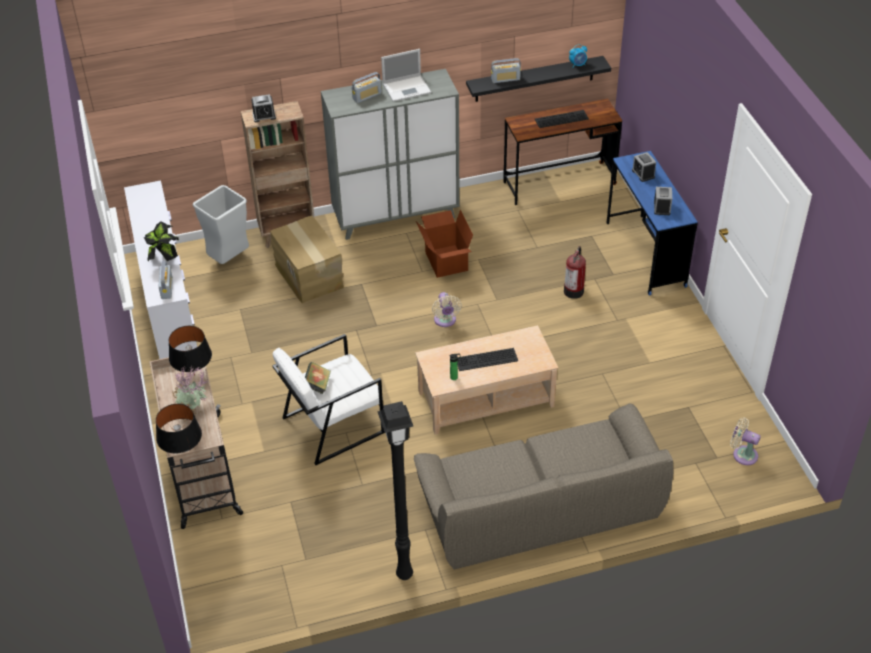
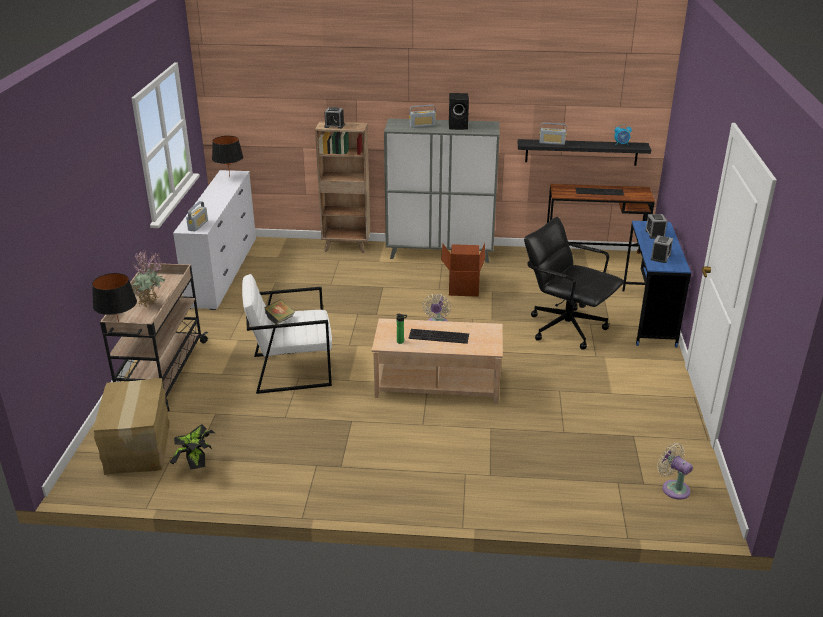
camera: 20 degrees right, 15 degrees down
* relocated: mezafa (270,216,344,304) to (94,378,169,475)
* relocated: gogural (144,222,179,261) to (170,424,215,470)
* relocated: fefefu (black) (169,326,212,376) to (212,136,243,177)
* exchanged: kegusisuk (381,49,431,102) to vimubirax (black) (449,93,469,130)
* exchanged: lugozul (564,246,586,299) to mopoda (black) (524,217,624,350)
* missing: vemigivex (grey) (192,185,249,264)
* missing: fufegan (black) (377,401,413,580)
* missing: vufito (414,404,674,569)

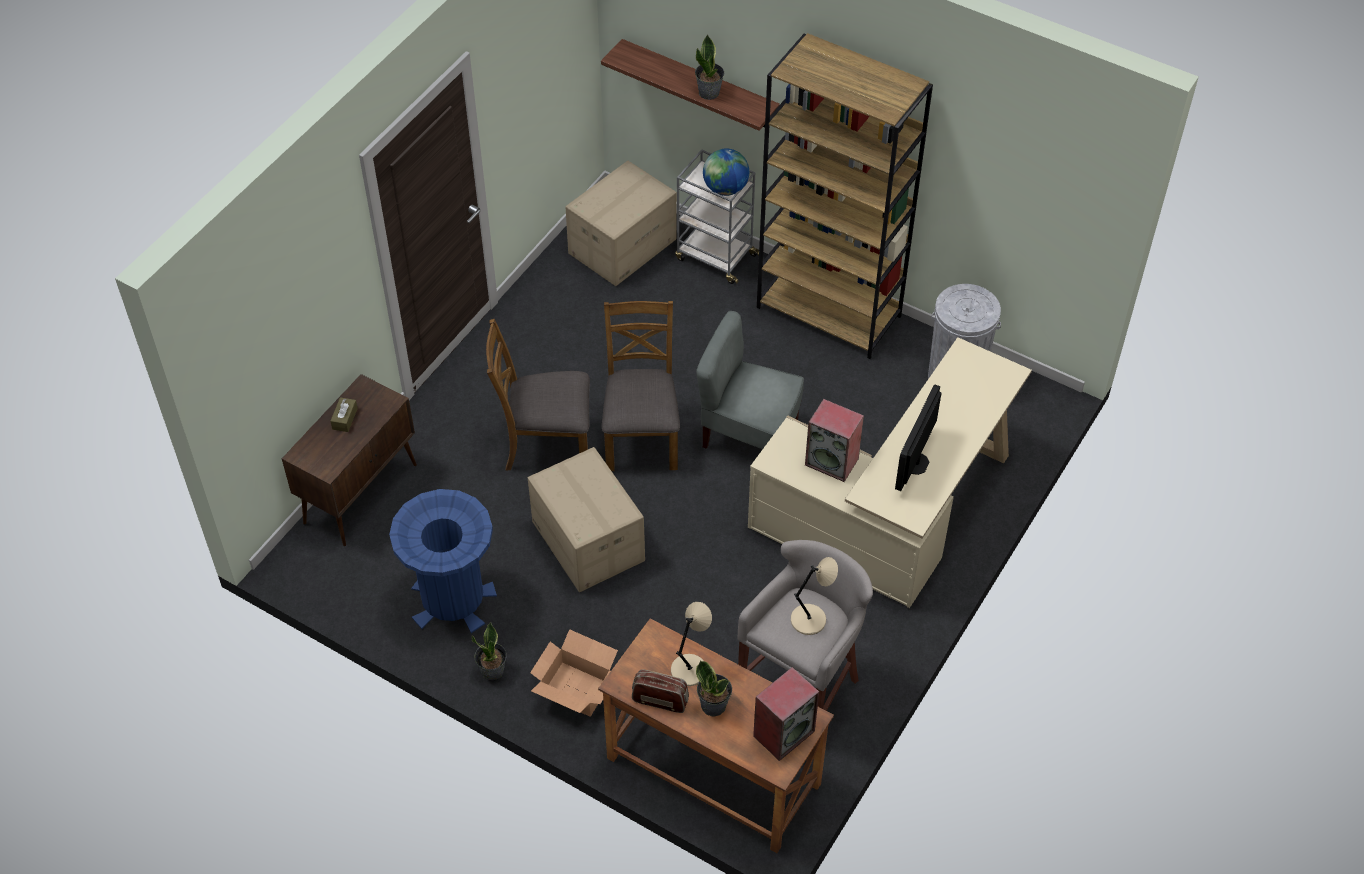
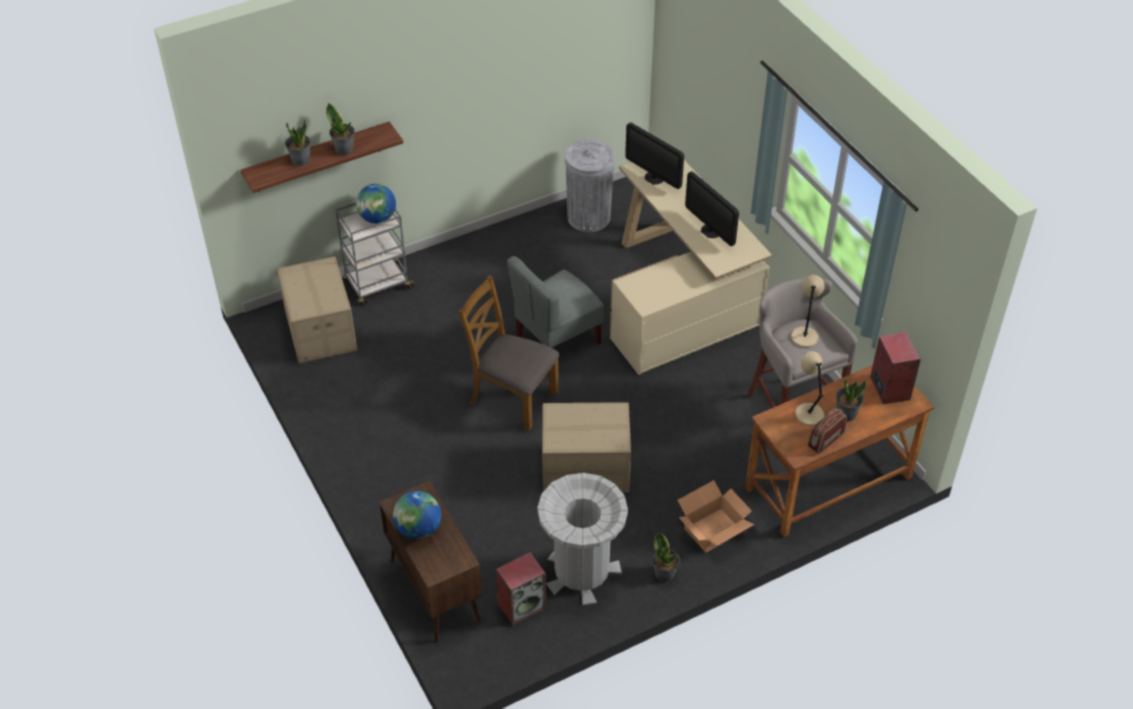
camera: 60 degrees left, 5 degrees down
* appeared: gogural (285,120,311,166)
* exchanged: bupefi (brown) (330,397,358,432) to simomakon (393,491,441,539)
* relocated: vimubirax (805,399,864,482) to (496,552,546,625)
* colour: vemigivex (blue) (389,489,497,633) to vemigivex (grey) (537,473,628,606)
* appeared: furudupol (625,122,684,189)
* missing: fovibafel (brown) (486,319,590,470)
* missing: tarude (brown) (757,33,933,359)

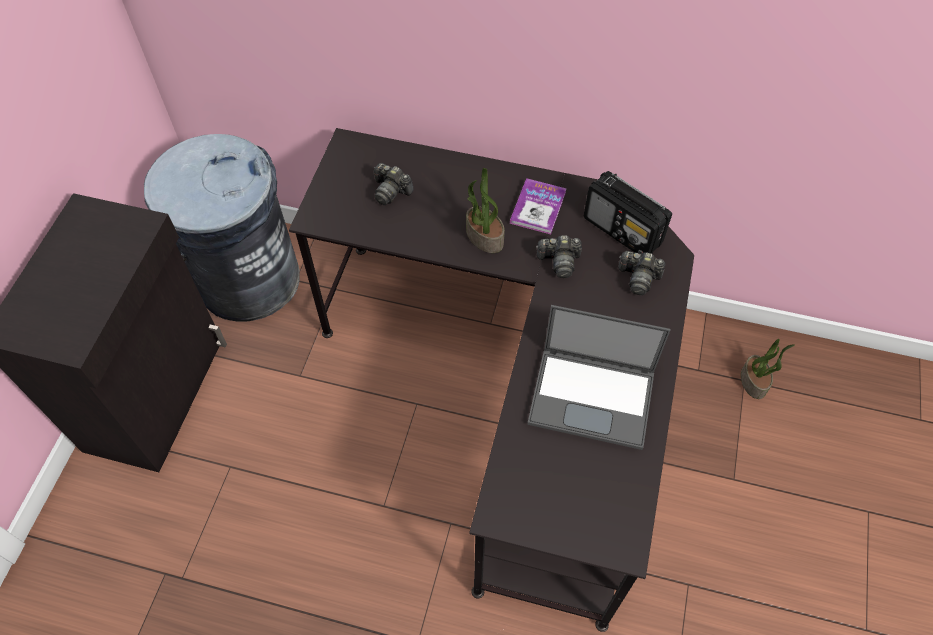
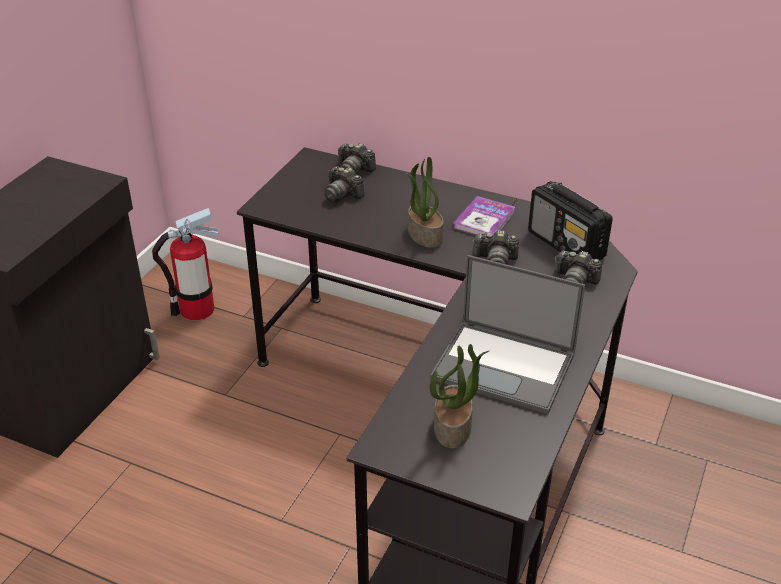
camera: 10 degrees right, 20 degrees down
* exchanged: vemigivex (grey) (144,134,300,322) to lugozul (152,208,219,320)
* appeared: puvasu (338,143,376,174)
* relocated: gogural (741,339,795,399) to (430,344,489,448)

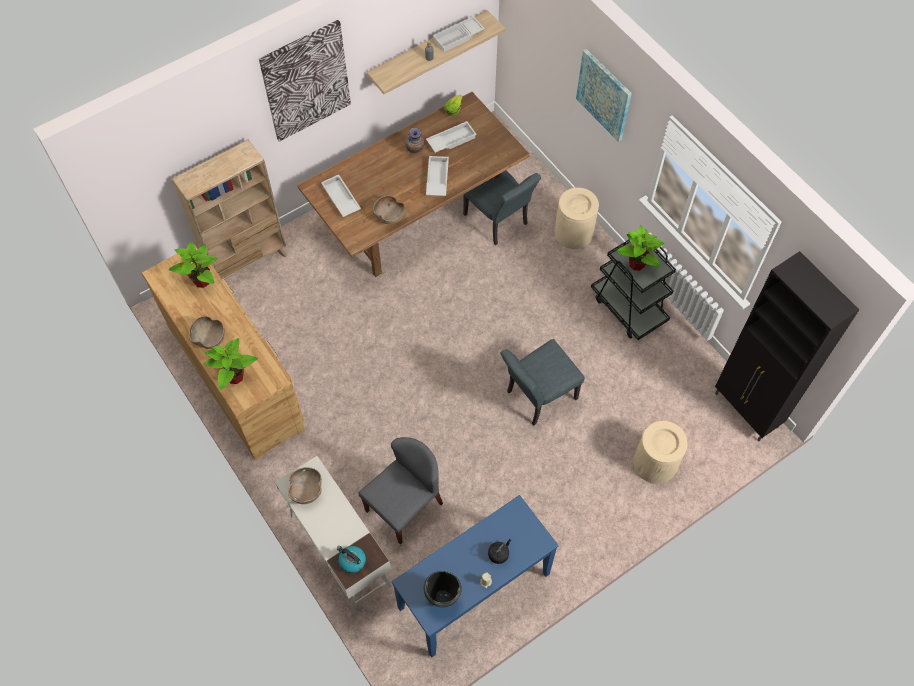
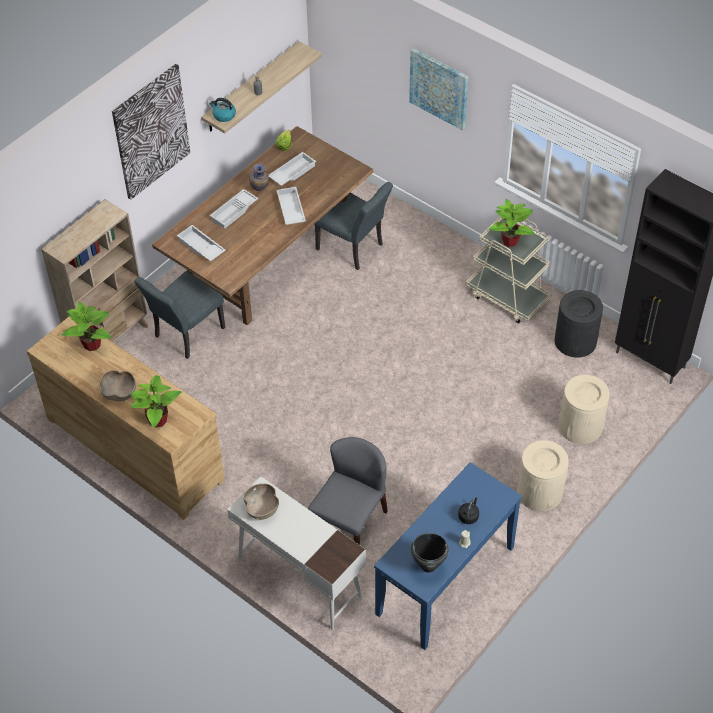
camera: 15 degrees left, 10 degrees down
* relocated: fovibafel (grey) (500,339,585,425) to (134,271,225,359)
* relocated: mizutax (337,546,366,573) to (209,98,236,122)
* relocated: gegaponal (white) (433,16,485,52) to (209,189,258,229)
* colour: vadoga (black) (591,240,676,340) to vadoga (beige) (466,217,552,323)
* relocated: vemigivex (beige) (555,188,599,249) to (517,440,569,511)
* appeared: vemigivex (black) (555,290,603,358)
* missing: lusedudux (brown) (373,196,405,224)

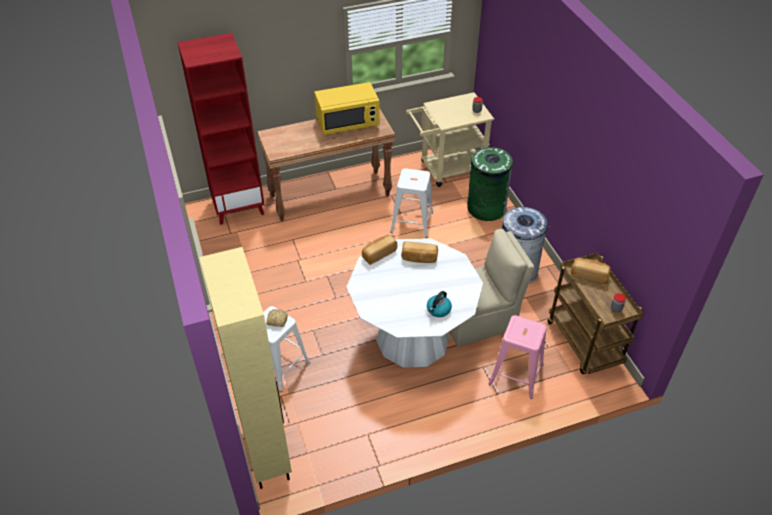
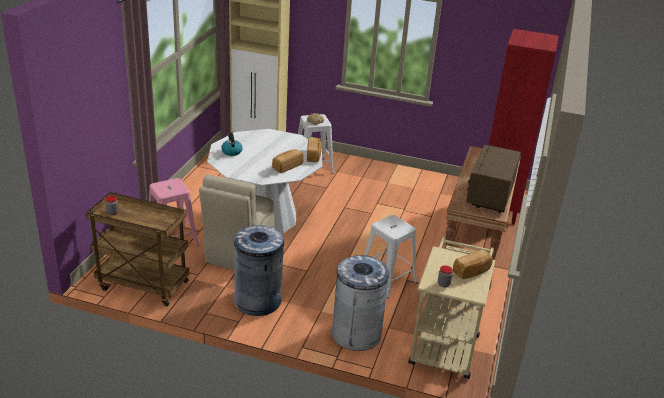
camera: 125 degrees right, 15 degrees down
* colour: vemigivex (green) (467,147,513,221) to vemigivex (grey) (332,255,391,351)
* relocated: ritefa (571,258,611,284) to (453,250,493,279)
* colour: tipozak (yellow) (314,82,380,135) to tipozak (brown) (466,145,521,213)

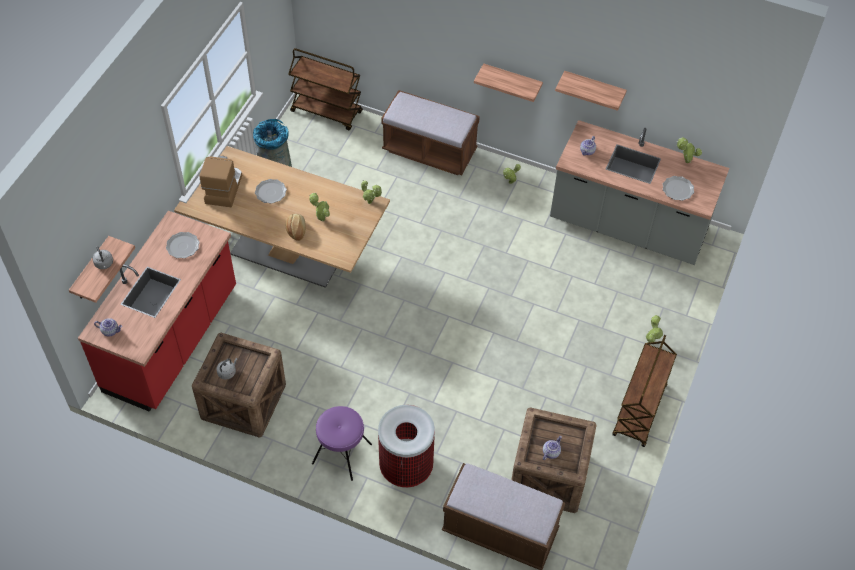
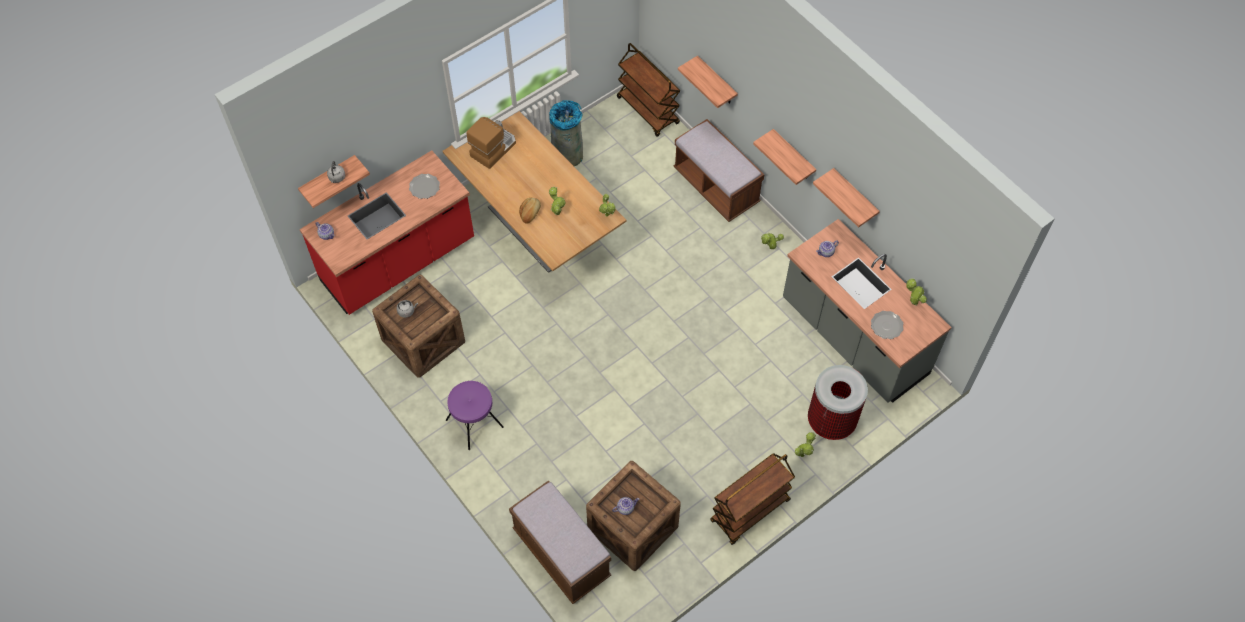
camera: 30 degrees right, 5 degrees up
* appeared: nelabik (678,56,738,108)
* relocated: vemigivex (378,405,435,488) to (808,365,868,440)
* missing: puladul (255,179,287,204)

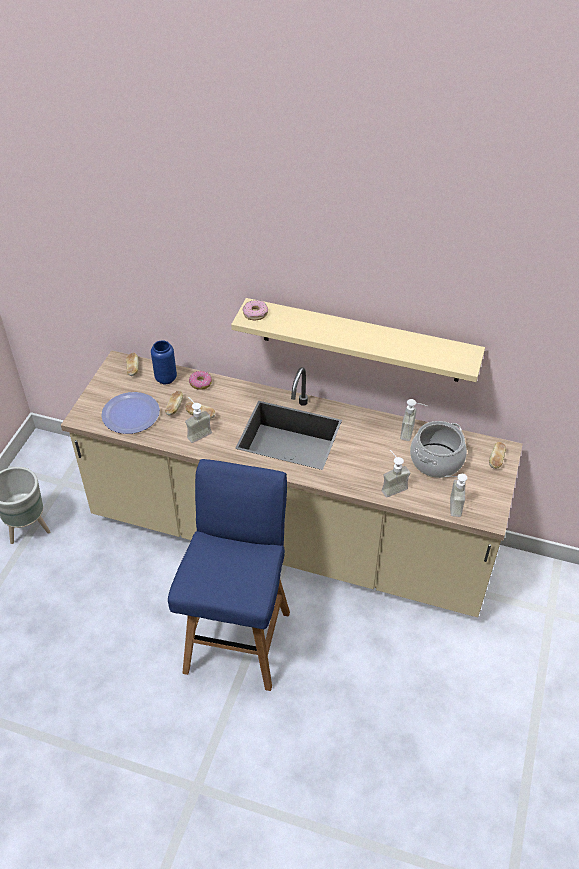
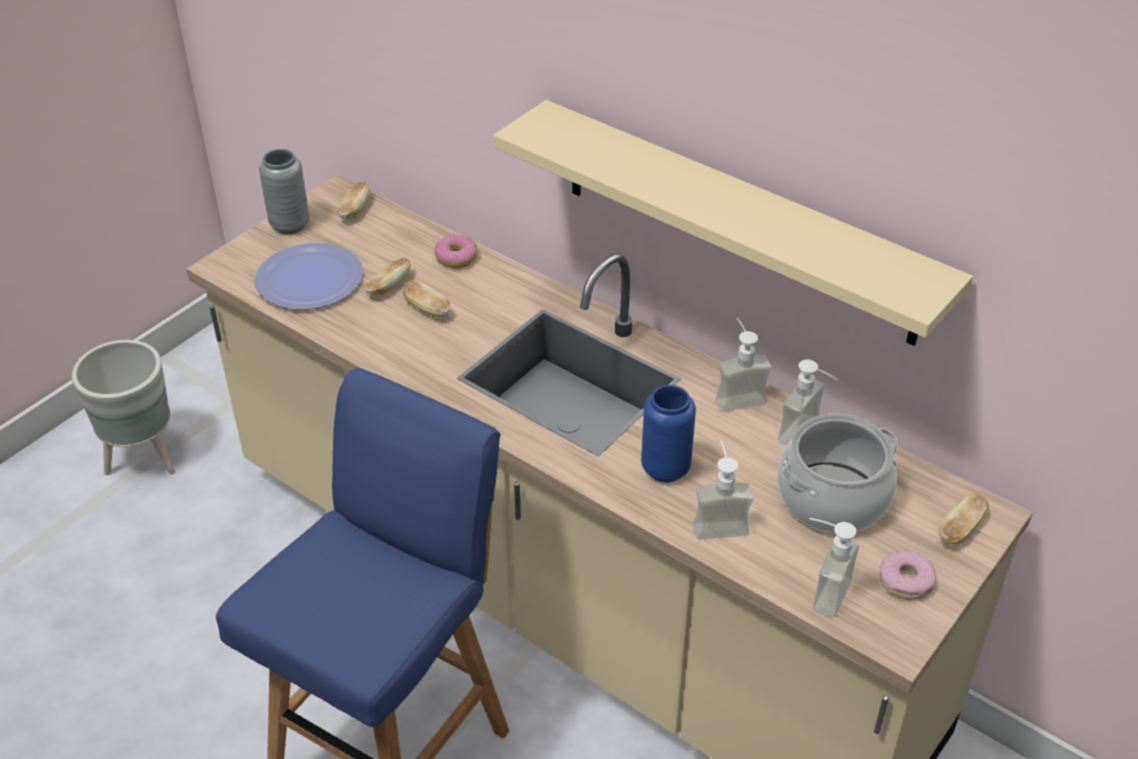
camera: 20 degrees right, 5 degrees down
* appeared: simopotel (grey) (259,149,309,234)
* relocated: simopotel (blue) (151,340,177,384) to (641,385,696,483)
* relocated: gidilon (185,397,212,443) to (716,318,771,412)
* relocated: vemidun (243,300,268,320) to (879,551,936,600)

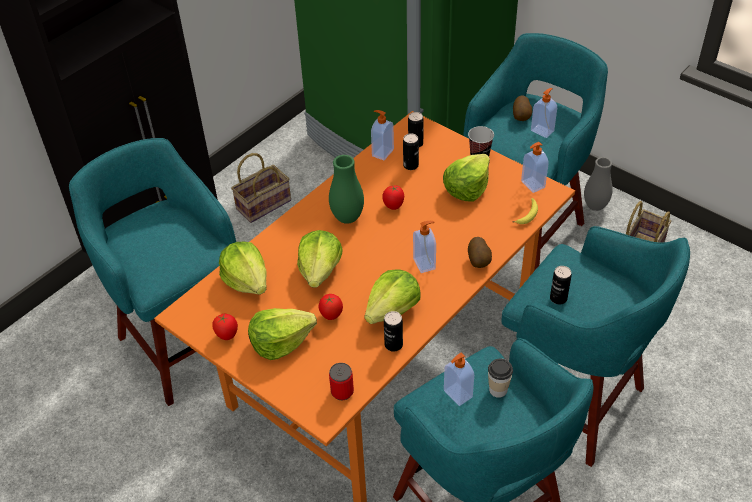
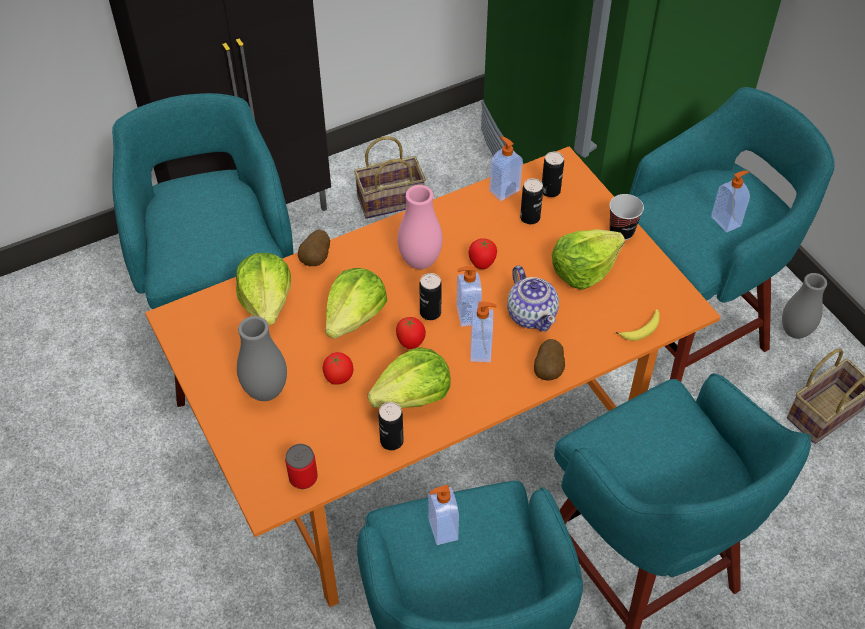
camera: 20 degrees right, 5 degrees up
* exchanged: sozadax (248,308,317,360) to simopotel (grey) (237,316,287,401)
* relocated: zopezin (513,96,532,121) to (298,230,330,266)
* relocated: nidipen (212,313,238,340) to (396,317,426,349)
* colour: simopotel (green) (329,155,364,224) to simopotel (pink) (398,185,443,269)
* relocated: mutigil (550,266,572,304) to (419,273,442,320)
* relocated: gidilon (521,142,549,193) to (457,265,482,327)
* appeared: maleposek (507,265,559,332)
* missing: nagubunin (488,358,513,398)

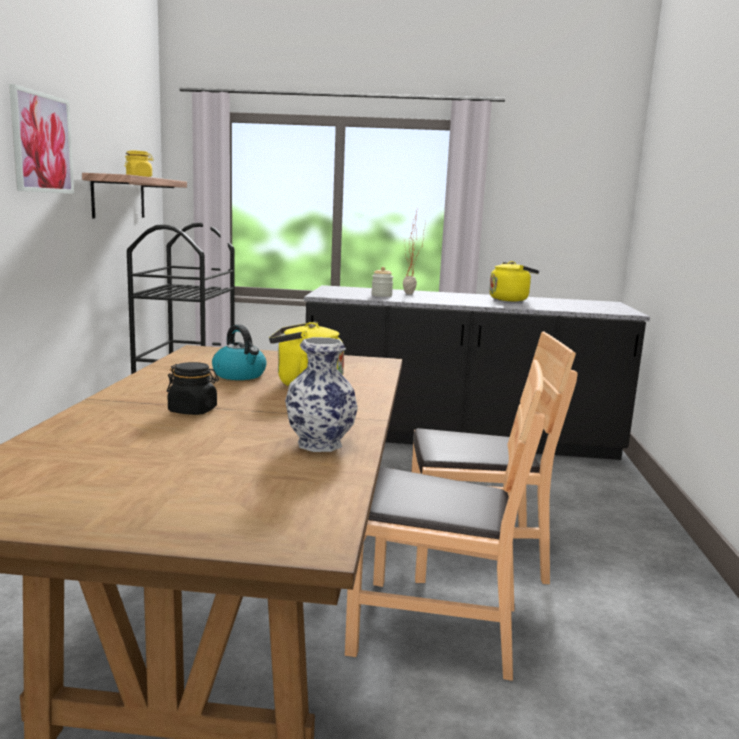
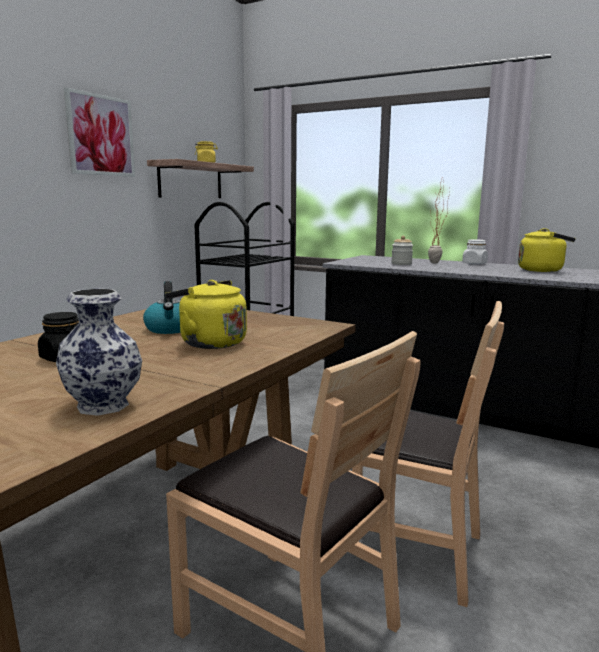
camera: 25 degrees right, 0 degrees up
* appeared: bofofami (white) (462,239,488,265)

